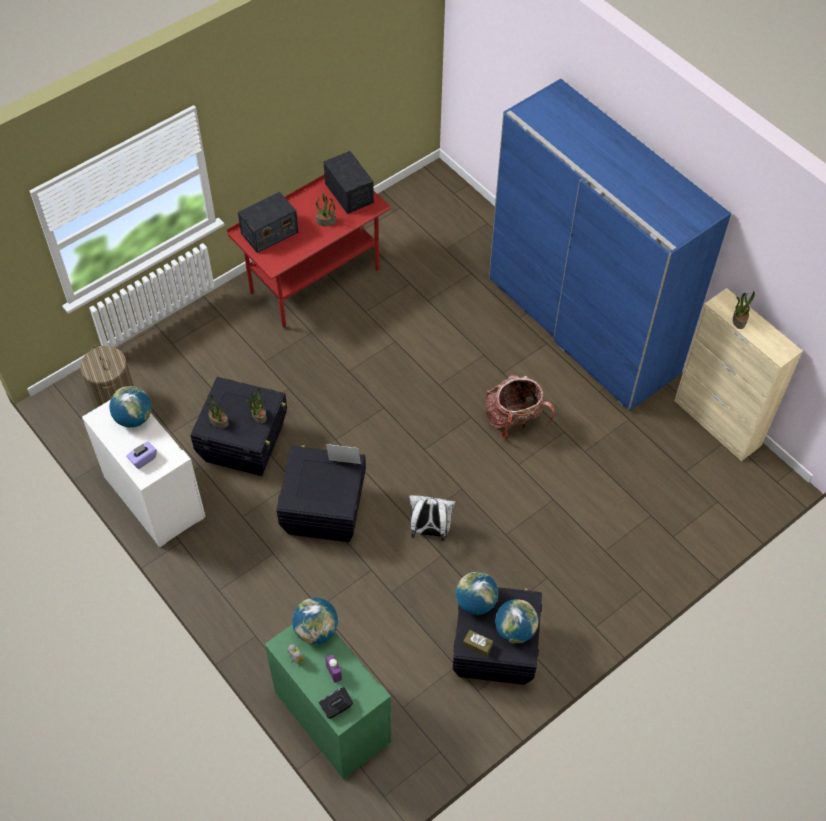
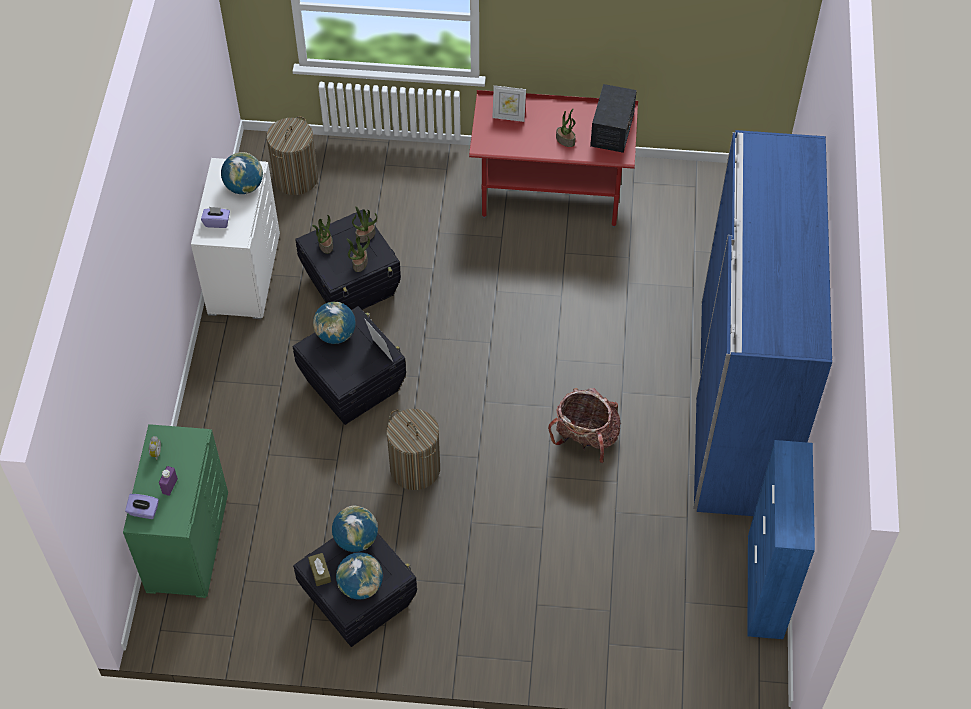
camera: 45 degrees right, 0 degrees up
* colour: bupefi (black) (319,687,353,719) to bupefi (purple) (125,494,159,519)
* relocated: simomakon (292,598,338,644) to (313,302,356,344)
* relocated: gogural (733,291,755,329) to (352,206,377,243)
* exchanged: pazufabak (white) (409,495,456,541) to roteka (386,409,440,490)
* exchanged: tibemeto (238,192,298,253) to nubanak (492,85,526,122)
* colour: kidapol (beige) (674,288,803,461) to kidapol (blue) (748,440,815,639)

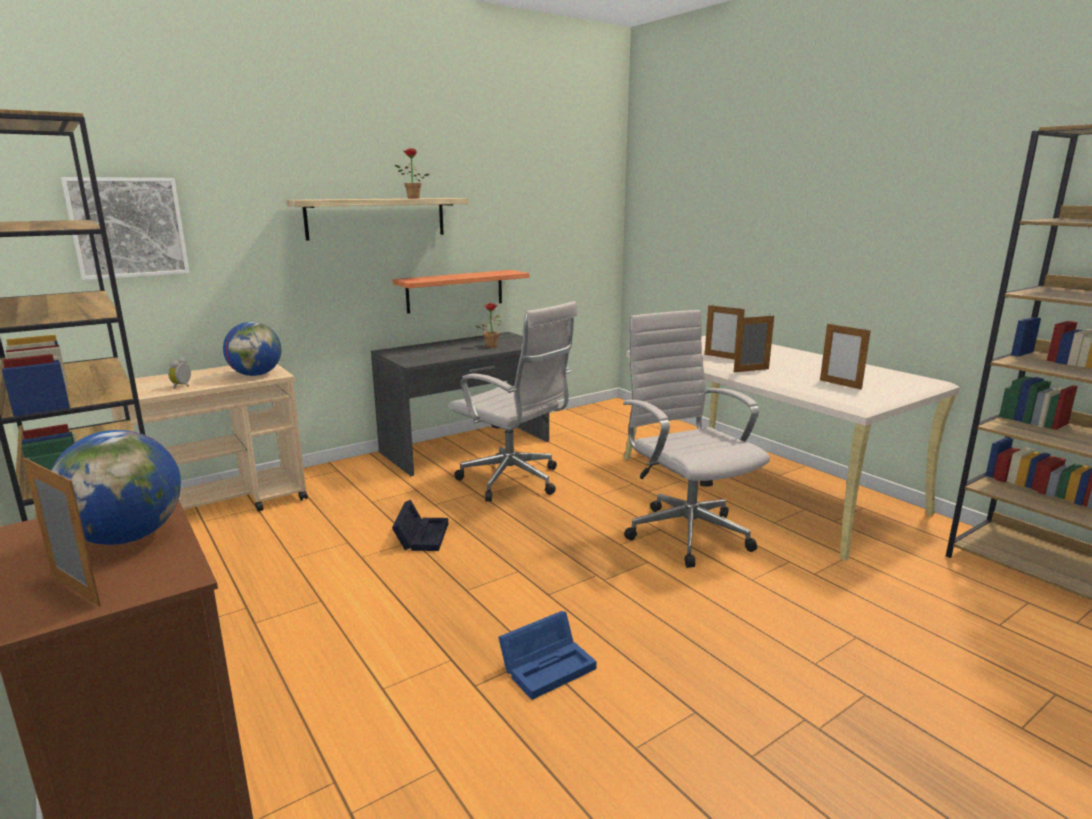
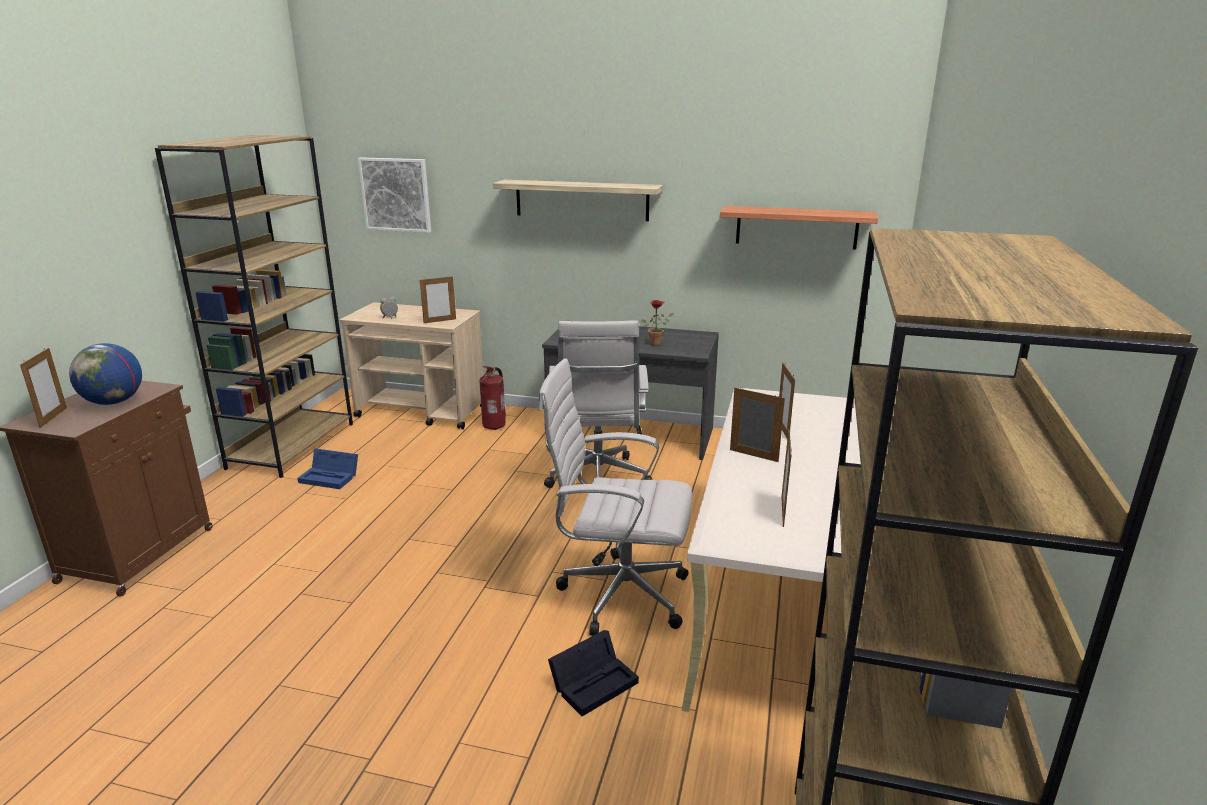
camera: 50 degrees right, 5 degrees up
* relocated: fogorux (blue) (498,611,597,700) to (297,449,358,489)
* exchanged: simomakon (223,322,281,376) to nubanak (420,275,456,323)
* appeared: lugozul (479,366,506,430)
* spun: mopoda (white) (623,310,770,568) = (538,358,692,636) 105 degrees counterclockwise
* relocated: fogorux (black) (392,500,448,551) to (548,630,639,716)
* relocated: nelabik (393,270,529,314) to (720,206,878,250)
* missing: gogural (395,149,429,199)

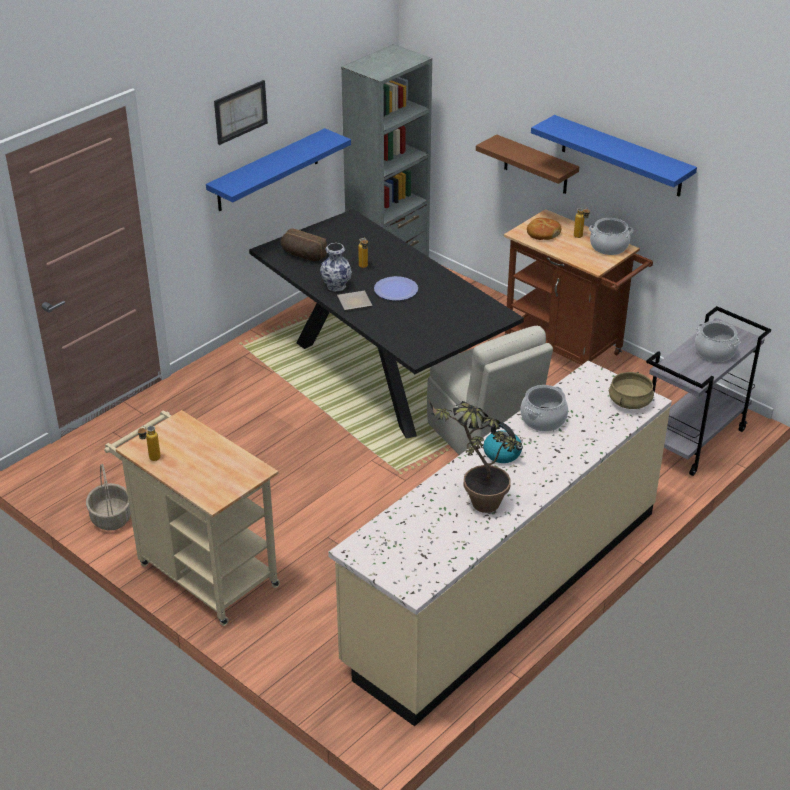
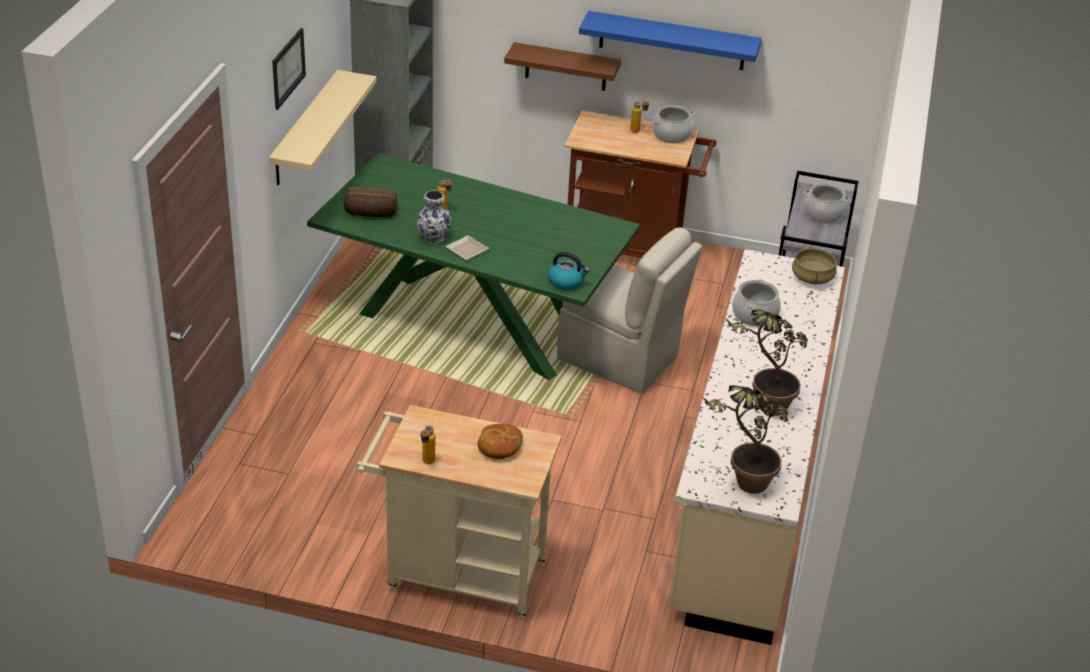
camera: 30 degrees left, 0 degrees up
* colour: nelabik (blue) (206,128,351,211) to nelabik (beige) (269,70,377,185)
* colour: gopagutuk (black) (249,209,524,439) to gopagutuk (green) (307,153,640,380)
* relocated: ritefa (527,218,561,240) to (477,424,523,459)
* relocated: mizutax (483,422,523,463) to (548,252,590,290)
* appeared: gogural (701,385,788,494)
* missing: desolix (86,464,131,530)
* missing: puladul (374,276,418,301)

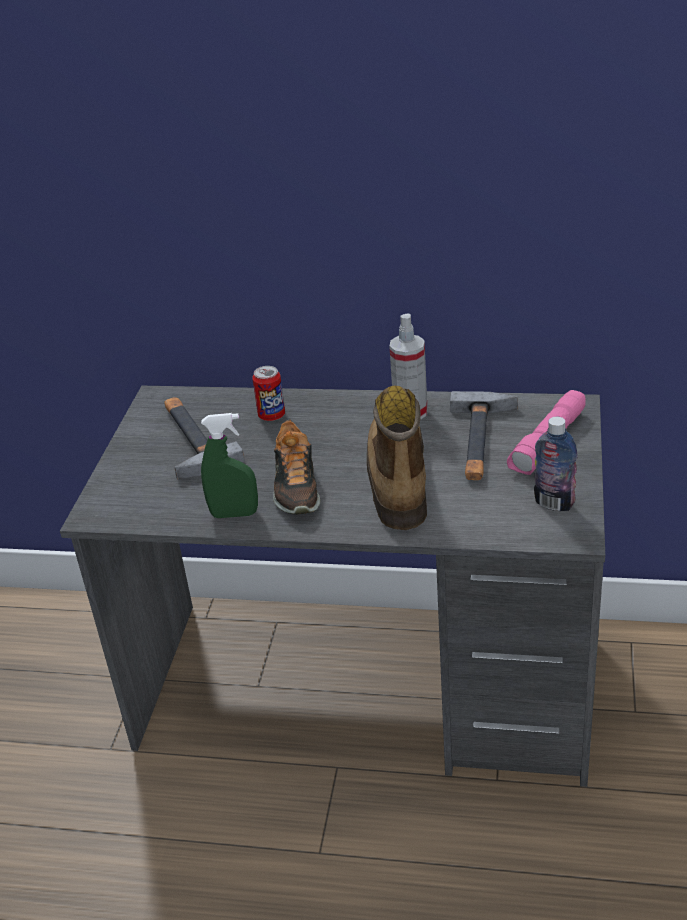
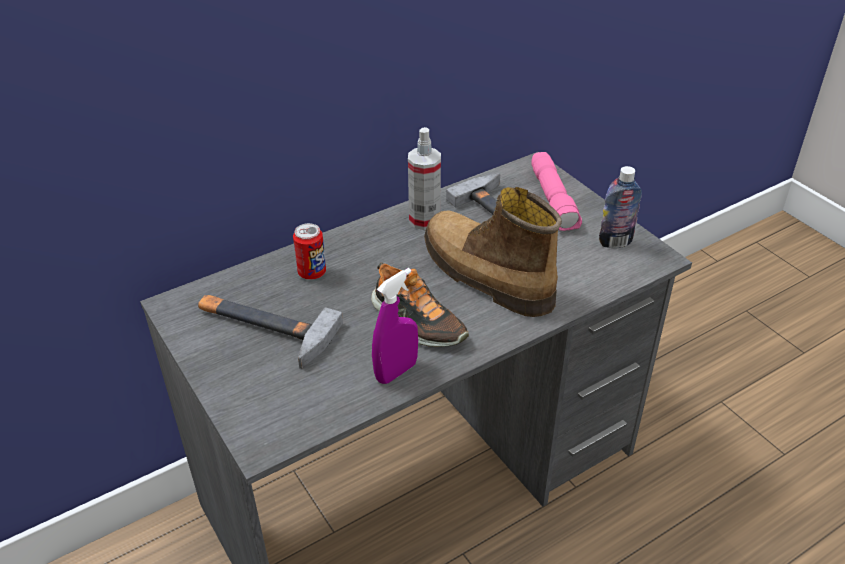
camera: 45 degrees left, 5 degrees up
* colour: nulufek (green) (201,413,258,518) to nulufek (purple) (372,268,418,384)

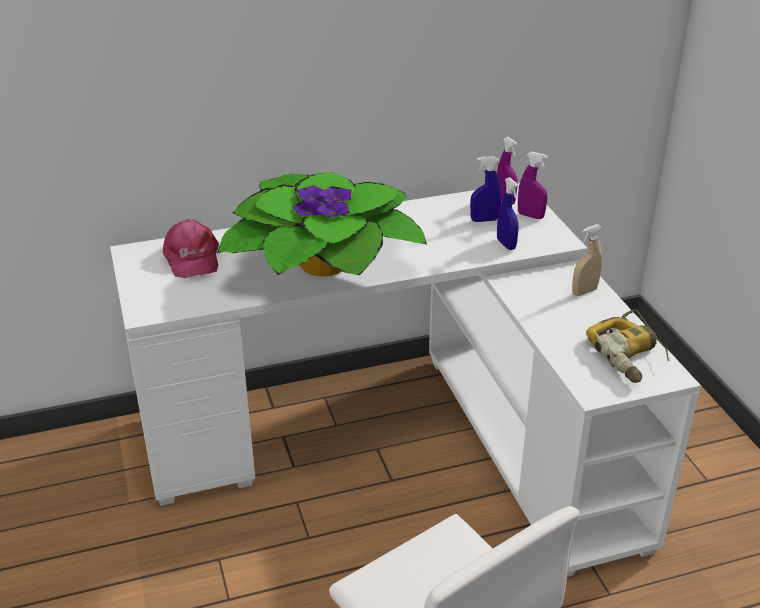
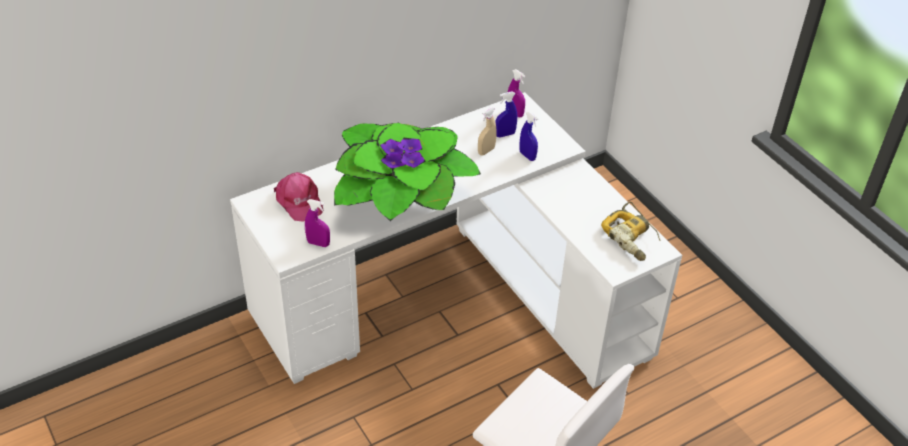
camera: 15 degrees left, 10 degrees up
* relocated: nulufek (purple) (518,152,548,219) to (305,199,330,247)
* relocated: nulufek (beige) (572,224,603,296) to (478,107,497,156)

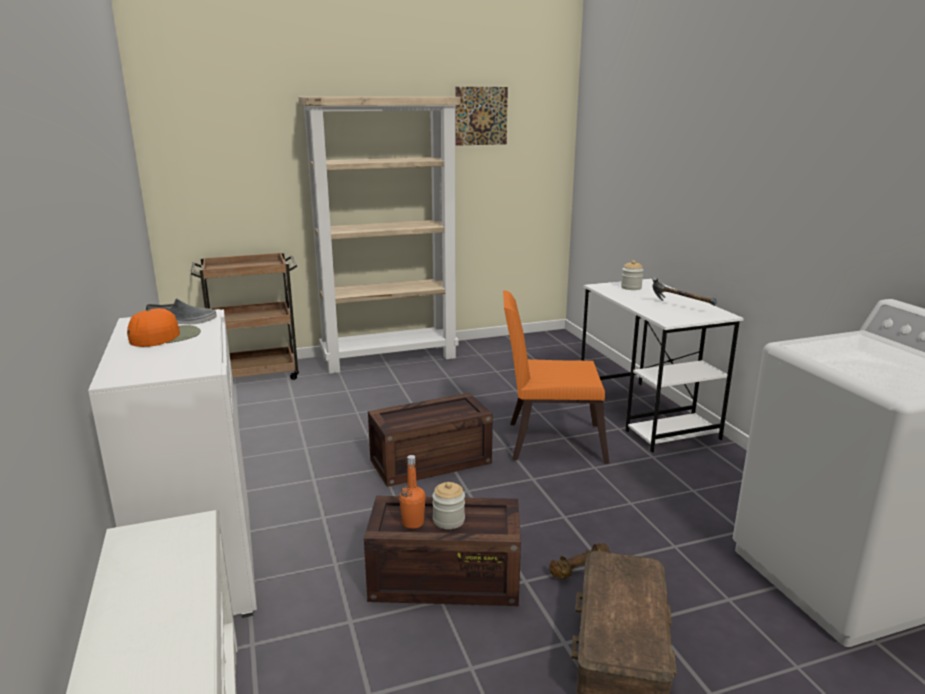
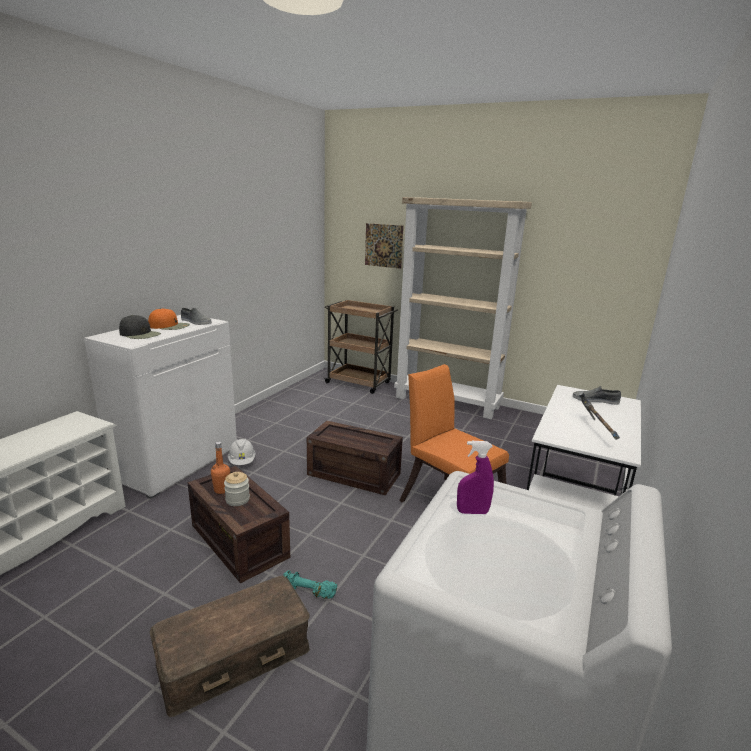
camera: 45 degrees right, 0 degrees up
* appeared: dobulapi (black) (119,315,161,339)
* appeared: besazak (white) (228,439,256,465)
* colour: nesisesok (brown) (549,543,610,579) to nesisesok (turquoise) (283,570,337,599)
* relocated: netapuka (455,87,508,146) to (365,223,404,269)
* appeared: nulufek (purple) (457,441,494,514)
* exchanged: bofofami (621,260,644,290) to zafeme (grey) (573,386,621,405)

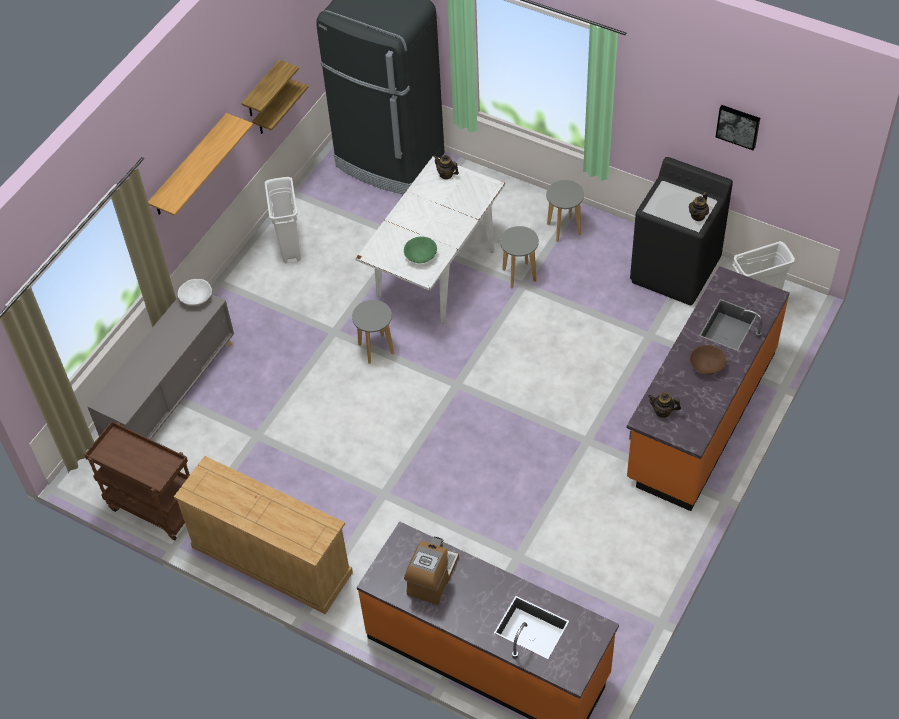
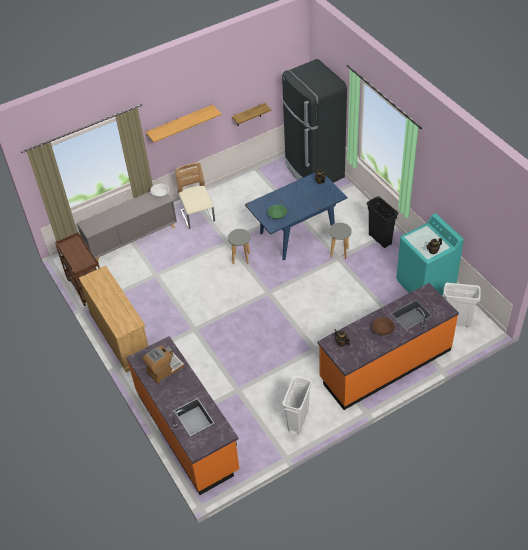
camera: 30 degrees right, 5 degrees down
* appeared: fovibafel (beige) (175,163,215,229)
* colour: gopagutuk (white) (355,157,505,324) to gopagutuk (blue) (245,172,347,260)
* relocated: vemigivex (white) (264,177,301,263) to (282,376,312,435)
* exchanged: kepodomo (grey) (546,180,584,242) to vemigivex (black) (367,196,398,248)
* colour: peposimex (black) (630,157,733,305) to peposimex (turquoise) (396,213,464,295)
* missing: nelabik (241,60,299,116)
* missing: netapuka (716,105,760,151)

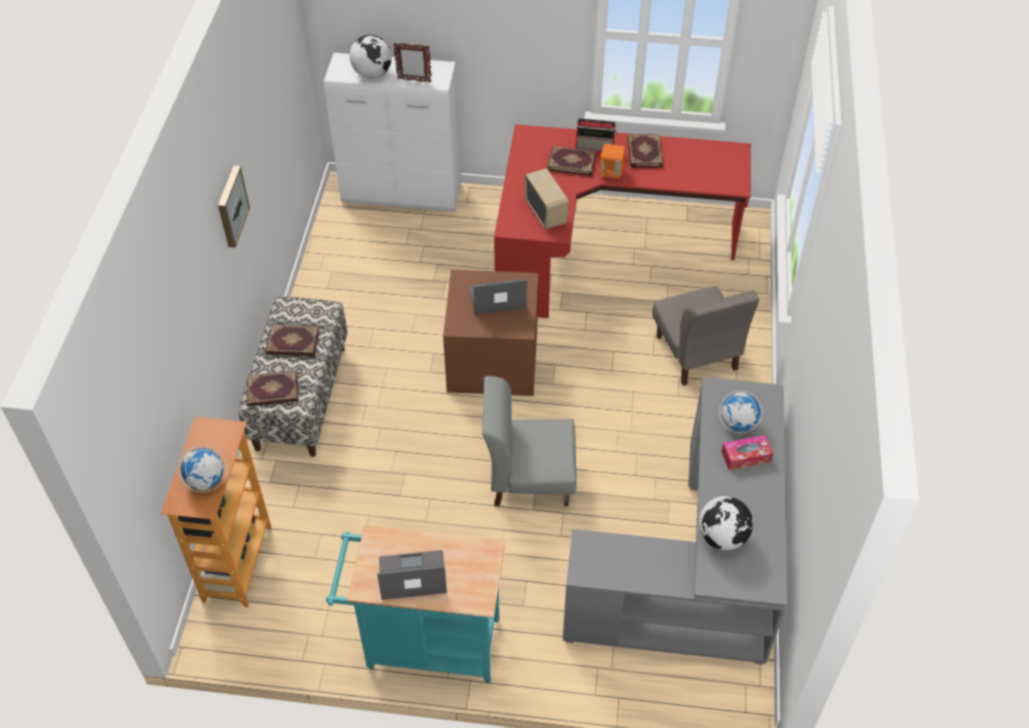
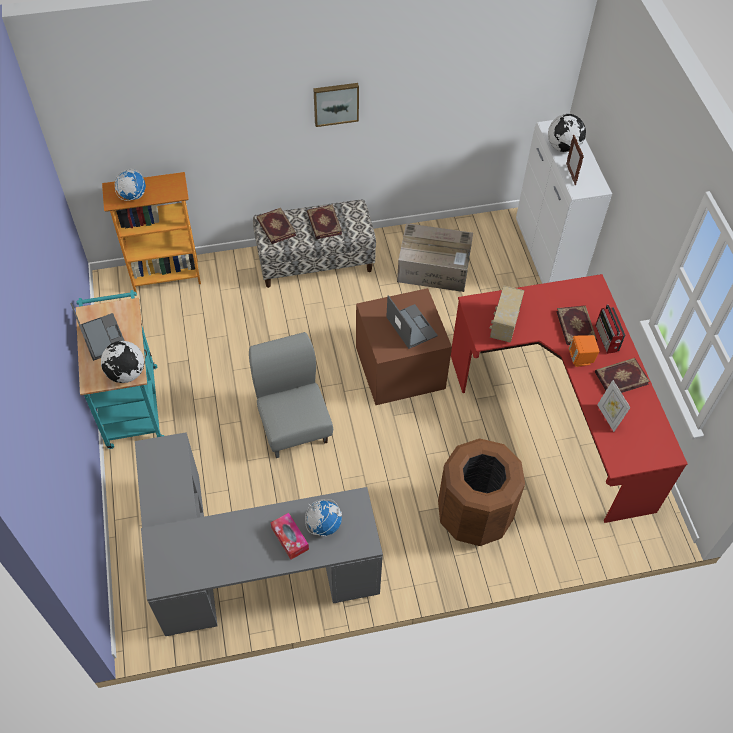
camera: 70 degrees right, 5 degrees up
* relocated: simomakon (699,496,753,550) to (101,341,144,383)
* appeared: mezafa (397,223,473,292)
* exchanged: fovibafel (grey) (652,286,759,386) to vemigivex (brown) (438,438,525,546)
* spun: tibemeto (525,168,569,229) = (490,285,524,343) 150 degrees clockwise
* appeared: nubanak (597,380,631,432)

